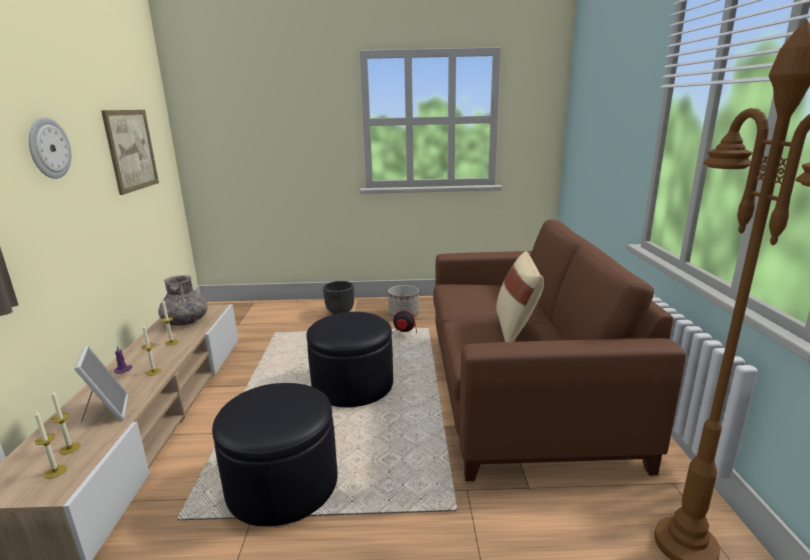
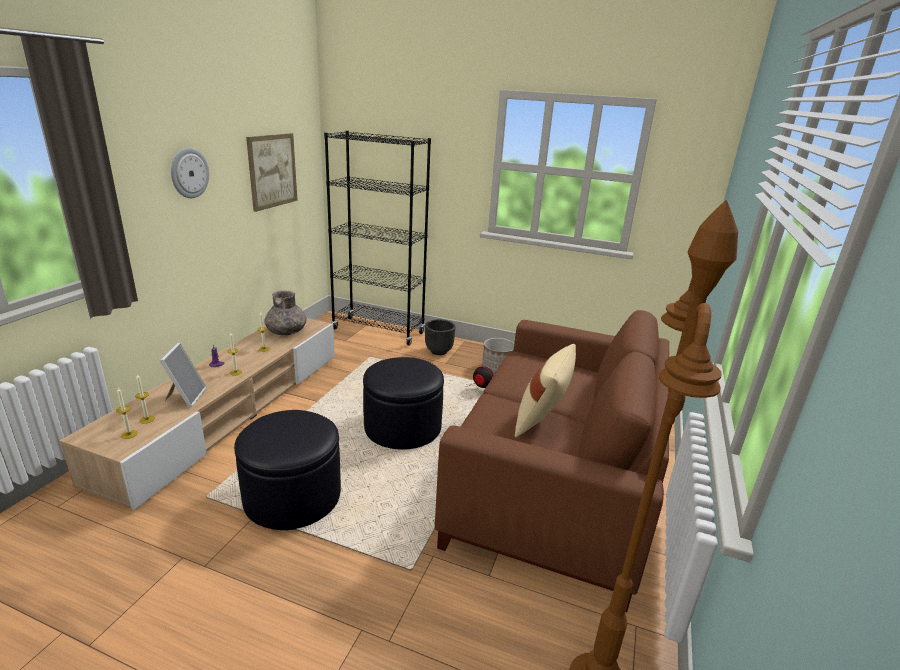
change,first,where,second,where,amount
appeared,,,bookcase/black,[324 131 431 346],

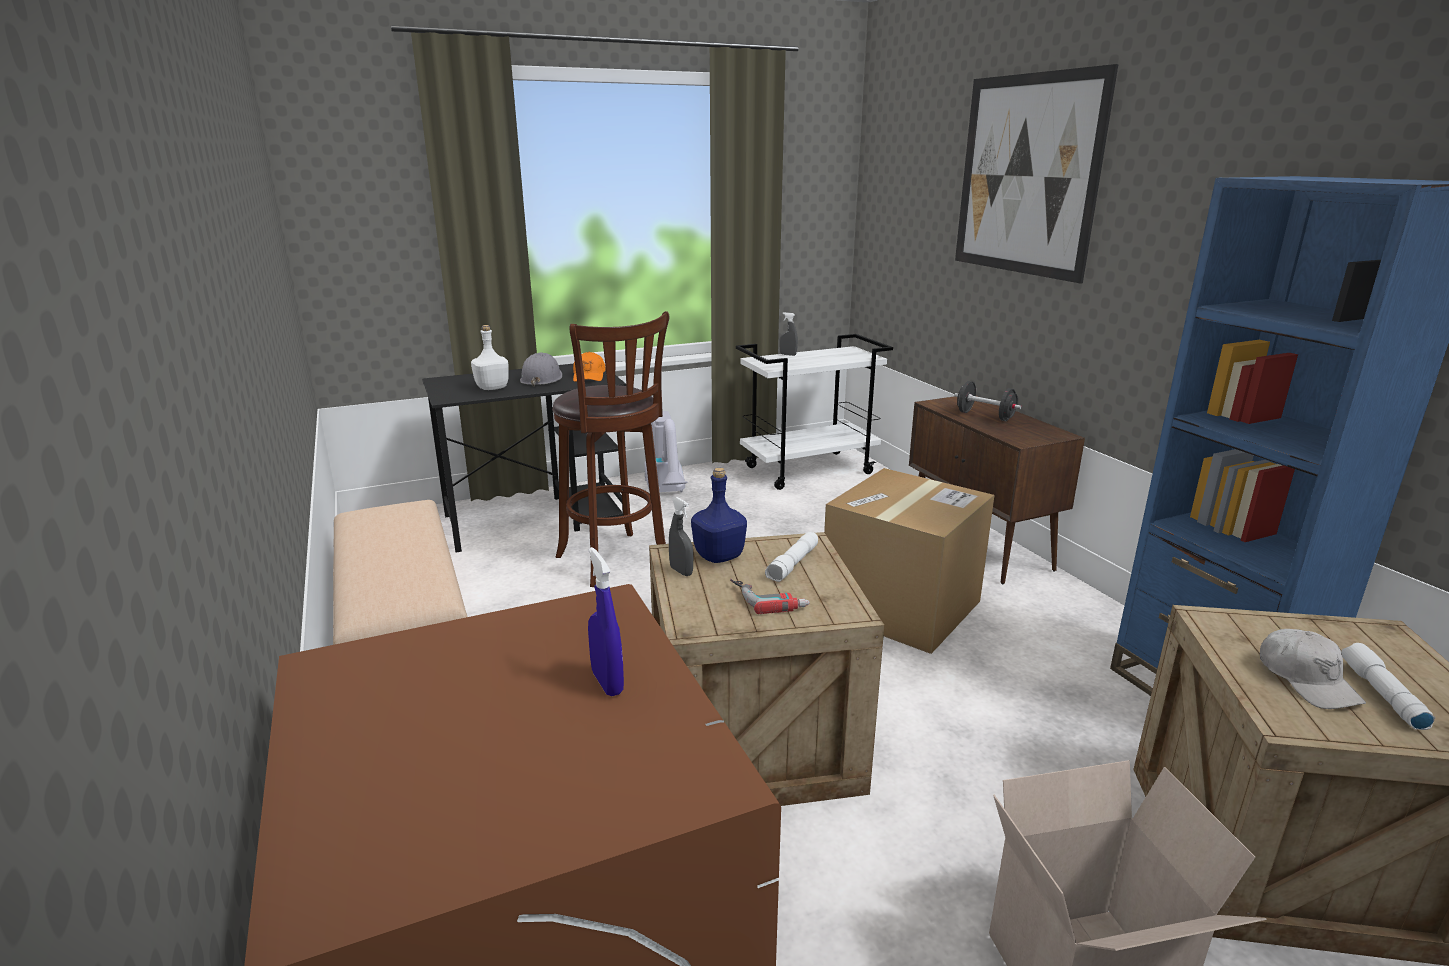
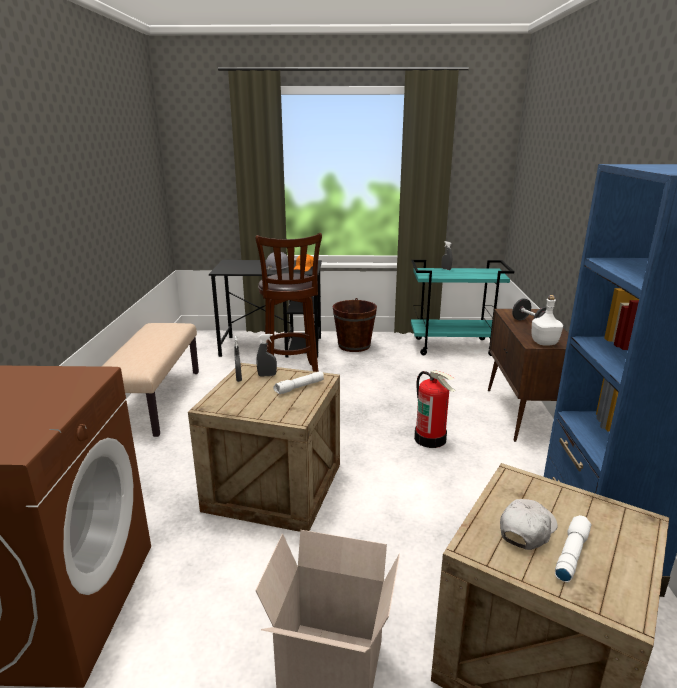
change,first,where,second,where,amount
relocated,bottle/white,[471 325 509 390],,[532 295 563 346],
missing,spray bottle/blue,[588 547 624 696],,,
exchanged,vacuum cleaner,[644 411 687 492],bucket/brown,[333 298 377 352],
exchanged,bottle/blue,[691 468 747 563],spray bottle/grey,[256 334 277 377],
missing,power drill,[730 579 810 614],,,
colour,cart/white,[736 334 893 490],cart/turquoise,[411 260 514 356],
exchanged,cardboard box,[824 468 995 654],fire extinguisher,[414 370 455 448],
missing,picture,[955 64 1118 284],,,
spun,cap/white,[1260 629 1366 709],,[500 499 558 550],150 degrees counterclockwise

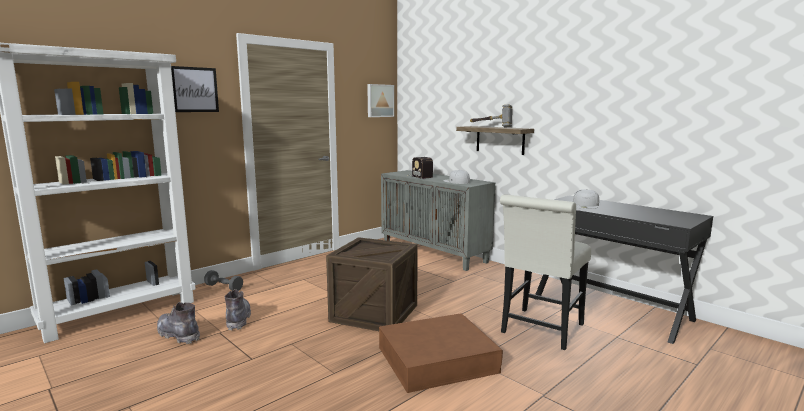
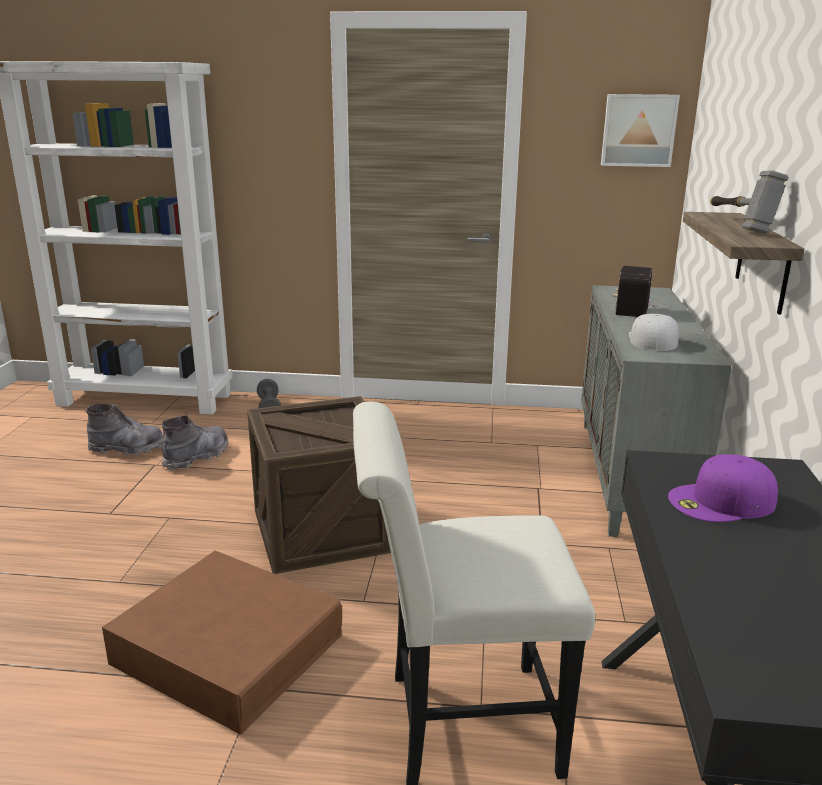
change,first,where,second,where,amount
spun,boot/grey,[157 302 200 344],,[86 404 164 456],90 degrees clockwise
missing,picture,[171 66 219 112],,,
colour,cap/white,[573 189 599 209],cap/purple,[668 454 778 522],

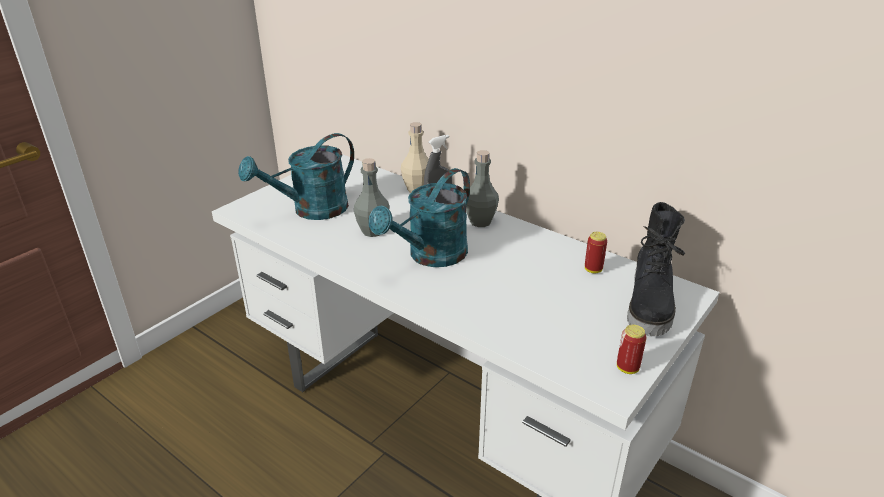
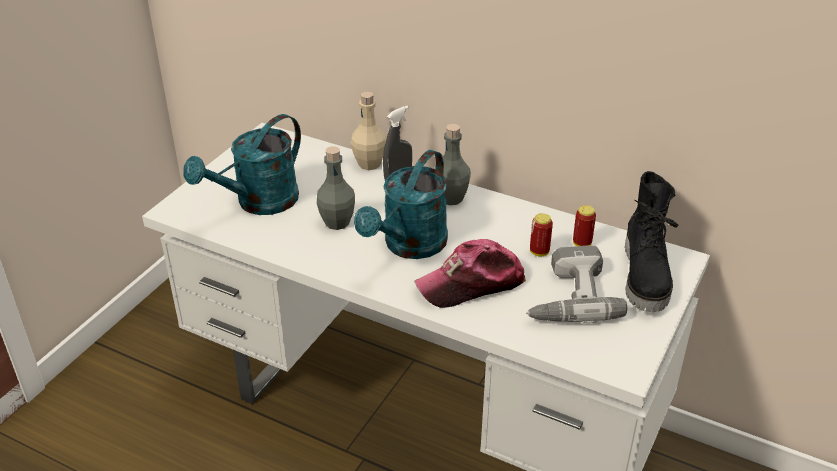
change,first,where,second,where,amount
relocated,can,[617 325 646 374],,[530 213 553 256],
appeared,,,cap,[414 239 526 308],
appeared,,,power drill,[526 246 627 323],

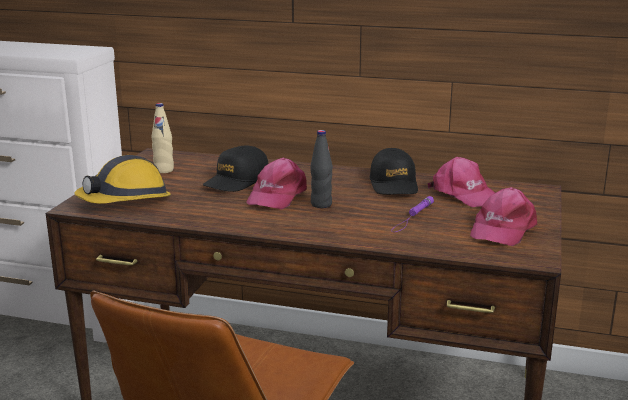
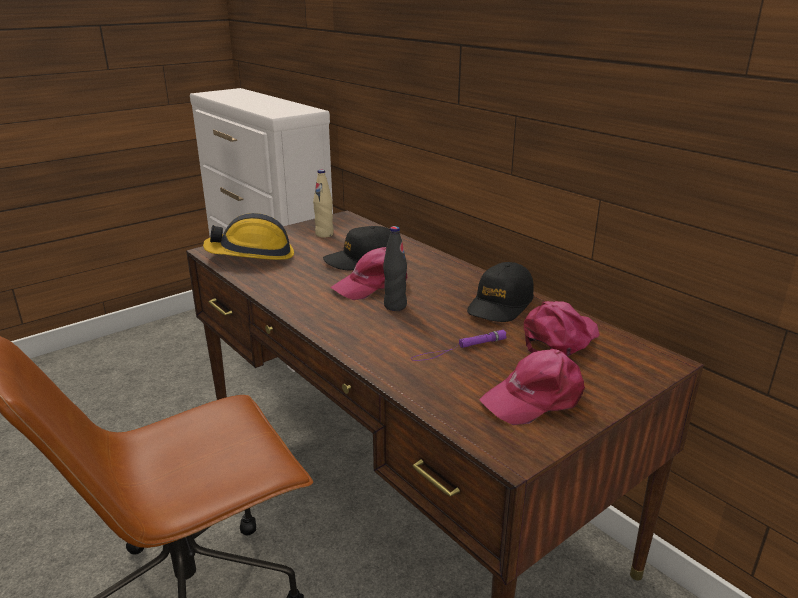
change,first,where,second,where,amount
spun,cap/pink,[428 157 495 207],,[524 301 600 356],135 degrees counterclockwise

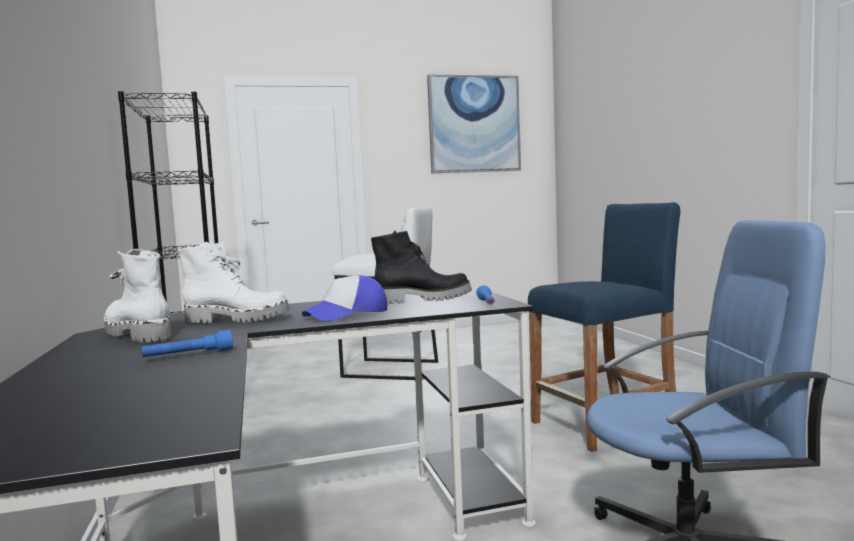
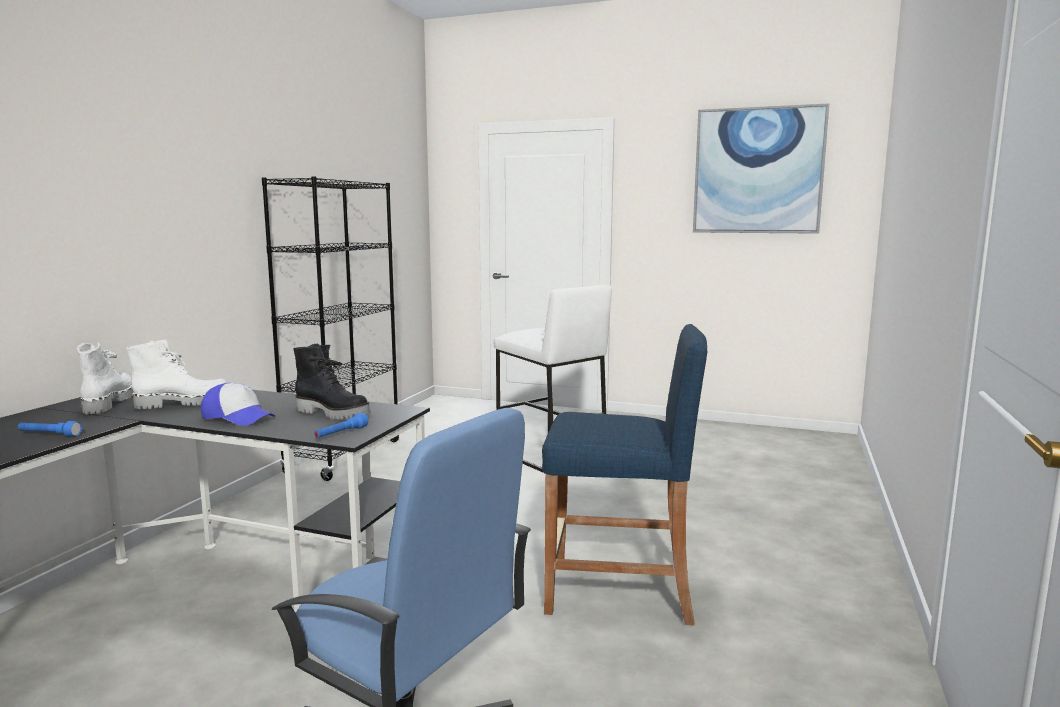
change,first,where,second,where,amount
spun,boot/white,[178 242 290 323],,[126 339 226 409],60 degrees counterclockwise
spun,cap,[302 275 387 321],,[201 383 275 426],150 degrees counterclockwise

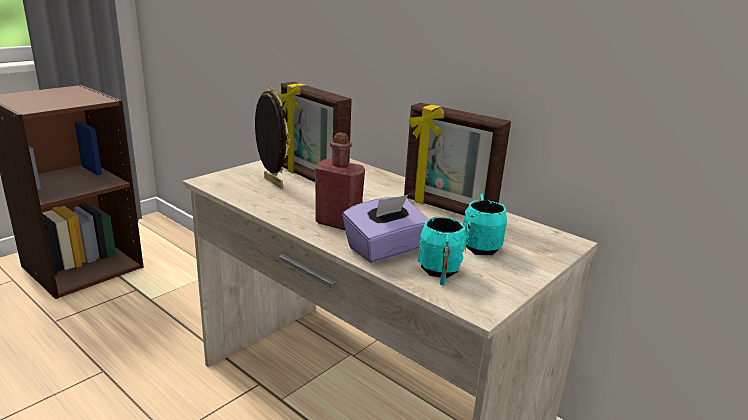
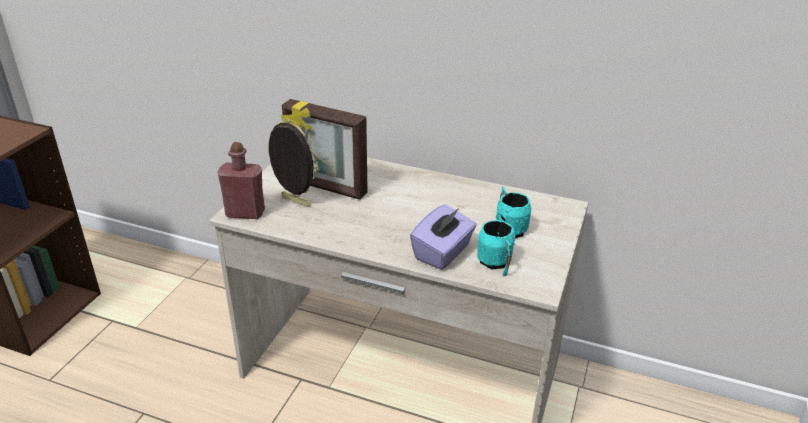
change,first,where,second,where,amount
relocated,bottle/red,[315 132 365 230],,[217 142 265 219],
missing,picture frame,[404 103 511 216],,,

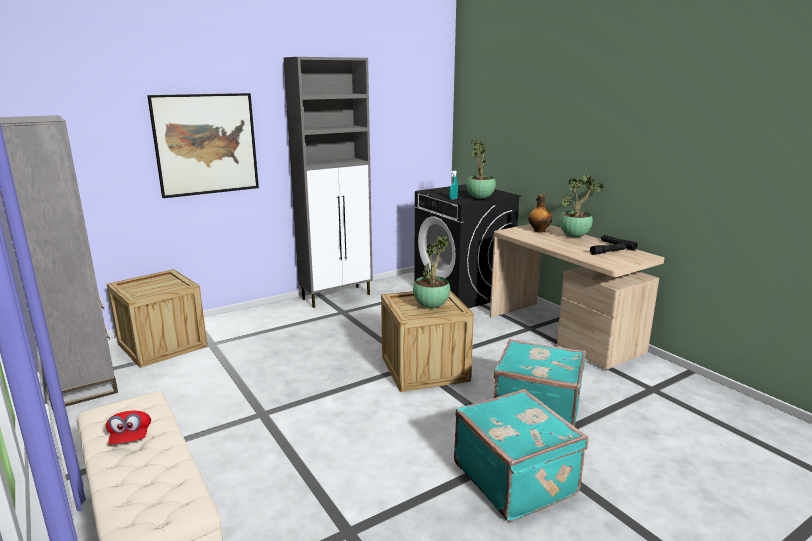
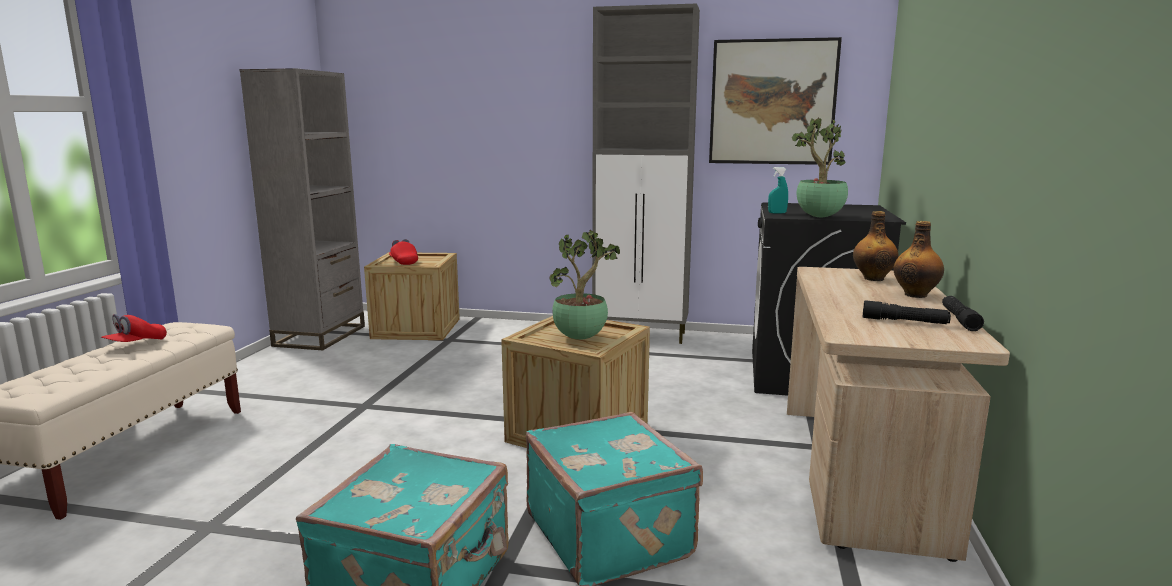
change,first,where,second,where,amount
relocated,picture,[147 93 259 198],,[709 37 842 165],
exchanged,potted plant,[559 174 603 237],bottle,[893 221 944 298],
appeared,,,cap/red,[389 239 418 265],

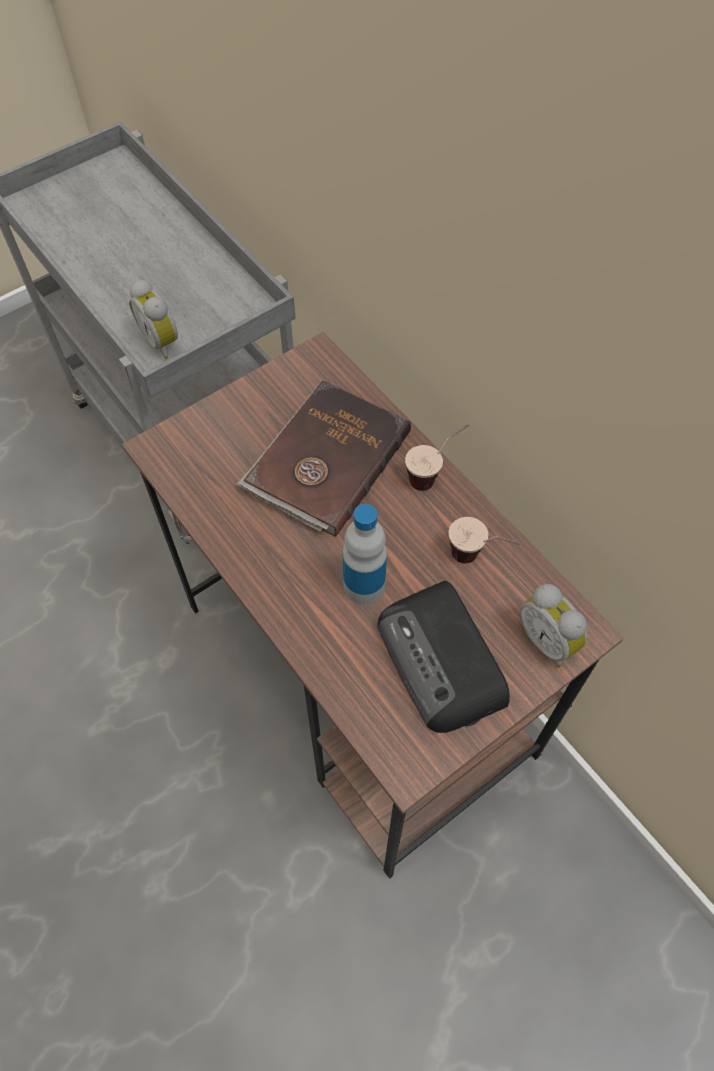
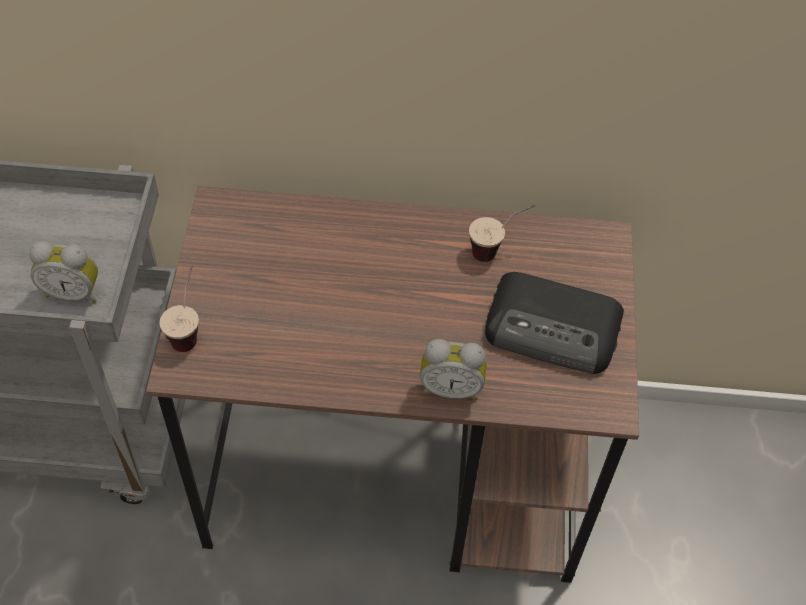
change,first,where,second,where,amount
missing,book/brown,[236 381 411 537],,,
missing,bottle,[343 504 387 605],,,
relocated,cup,[405 424 469 491],,[159 265 199 352],
relocated,alarm clock,[520 584 588 668],,[420 339 486 400],

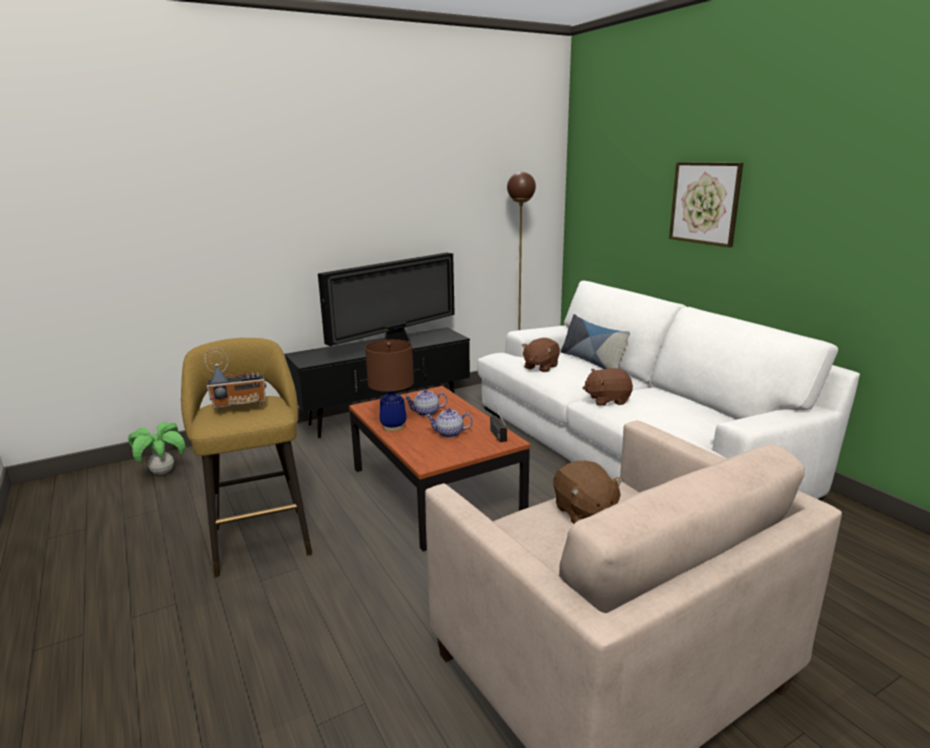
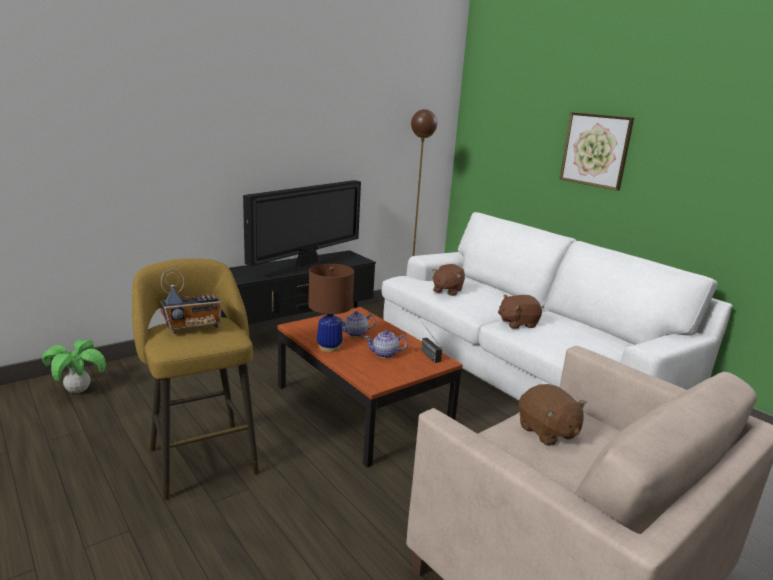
change,first,where,second,where,amount
missing,pillow,[561 314 630 369],,,

